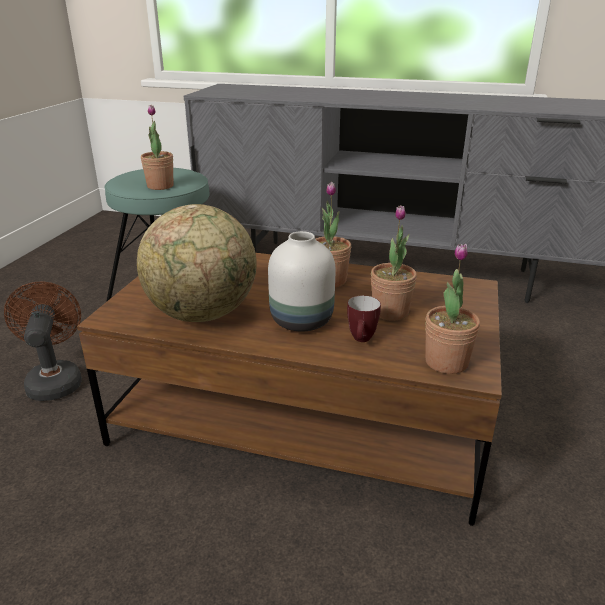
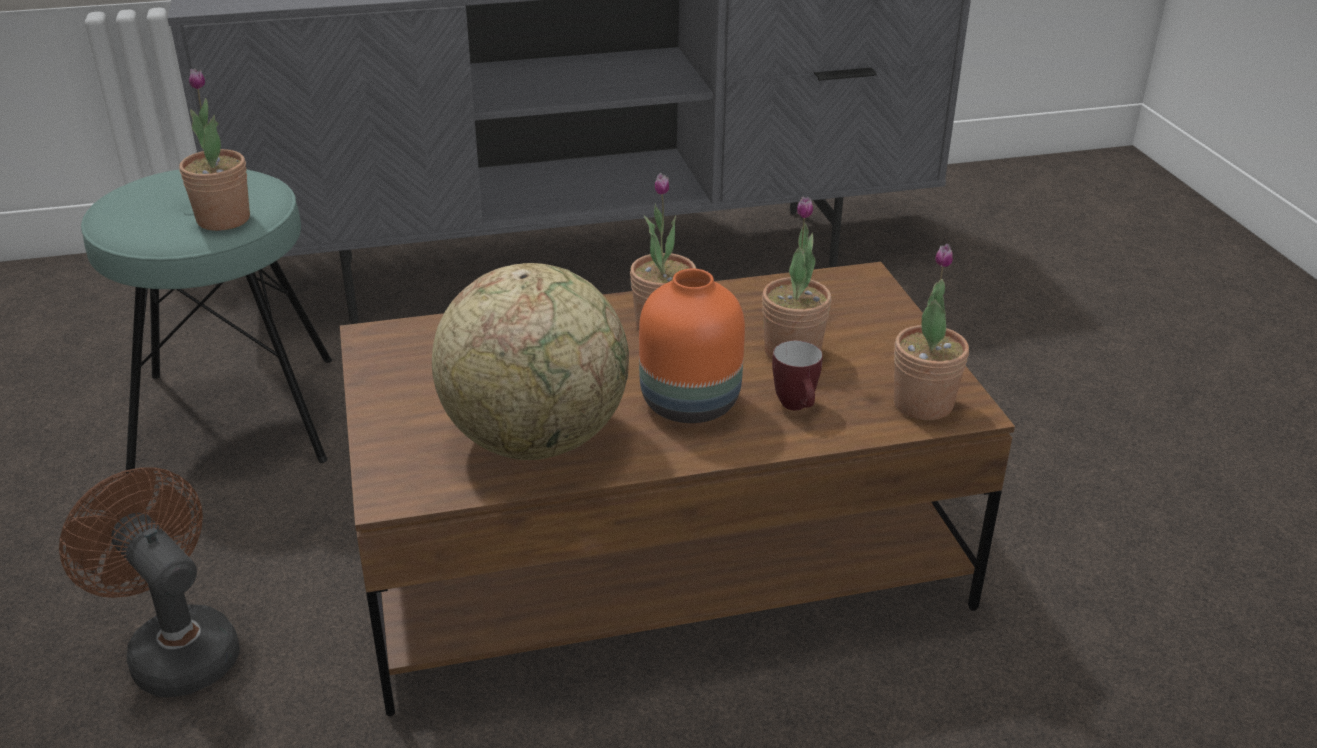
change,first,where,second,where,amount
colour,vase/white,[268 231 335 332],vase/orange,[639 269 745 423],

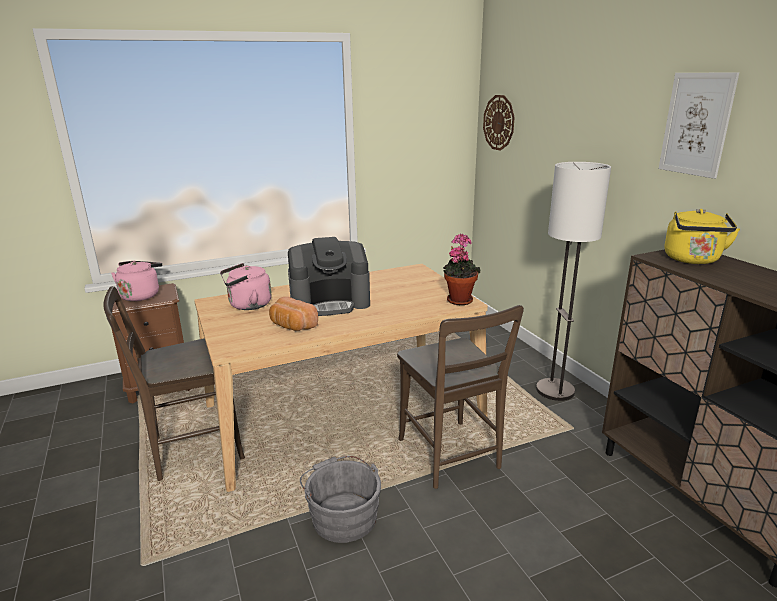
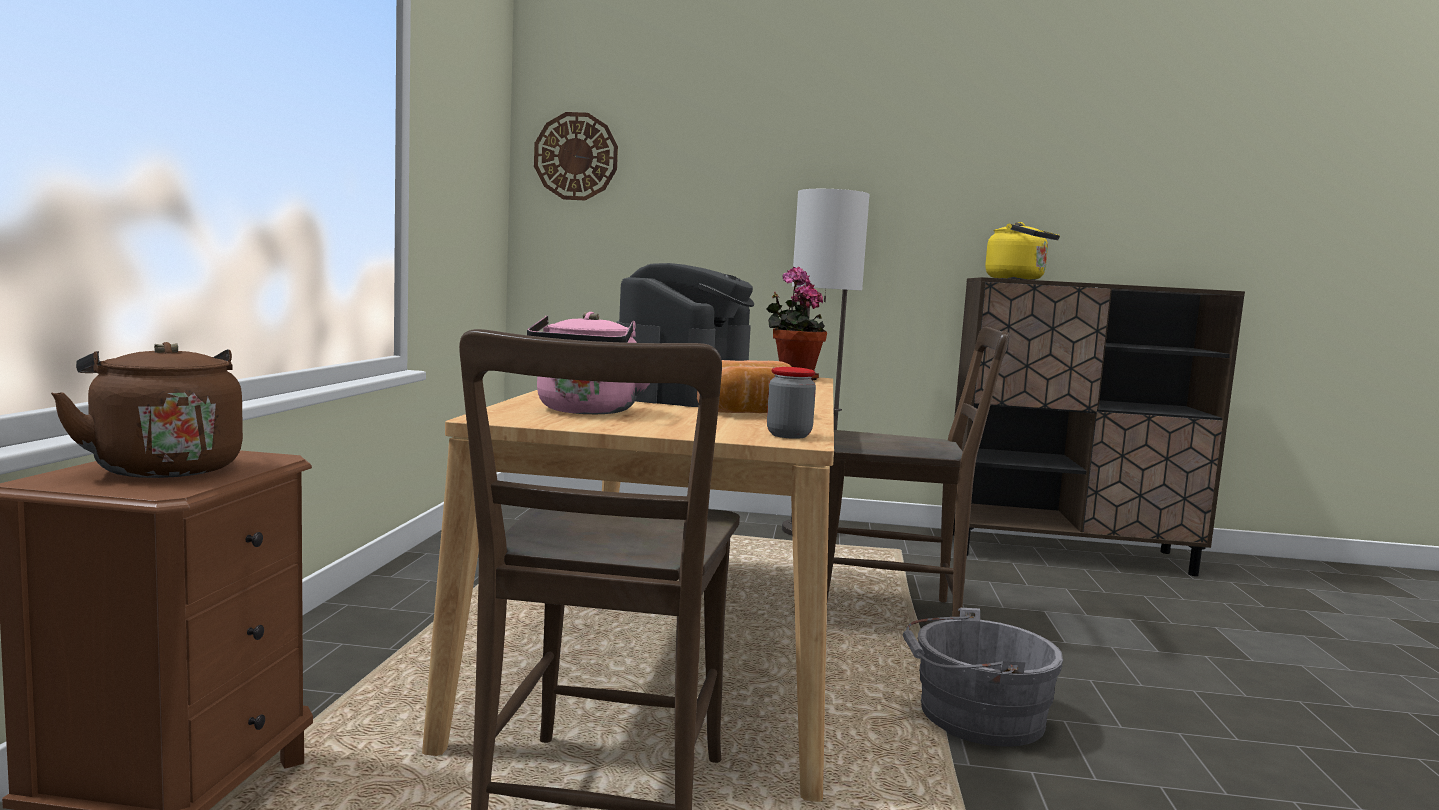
change,first,where,second,where,amount
colour,kettle/pink,[111 261 162 301],kettle/brown,[51 342 243 478],
missing,picture,[659 72 739 179],,,
appeared,,,jar,[767 367 816 439],

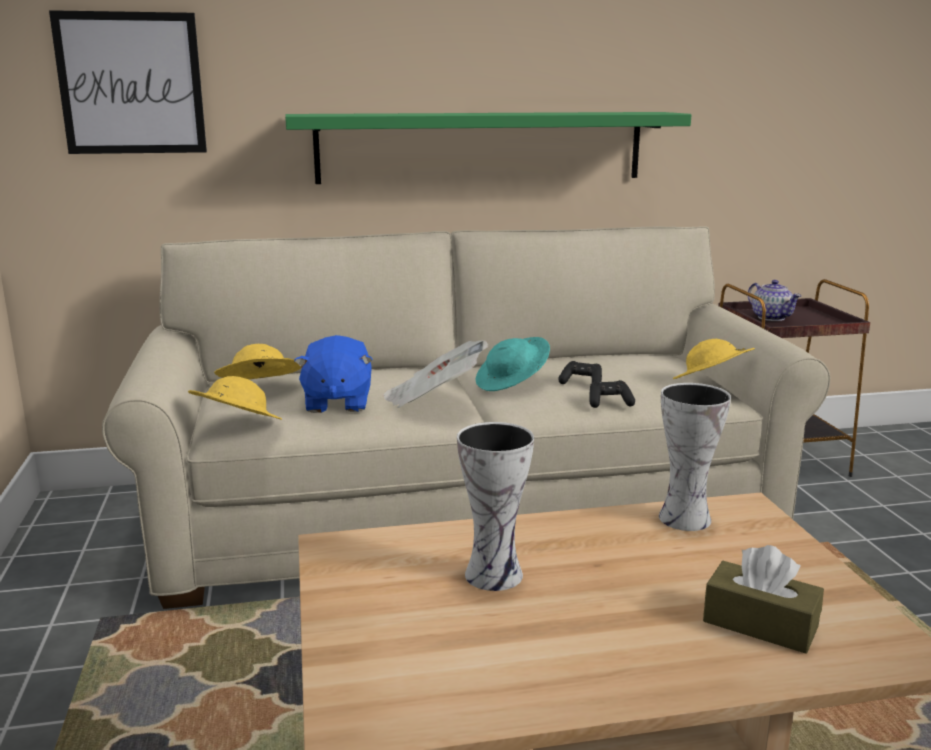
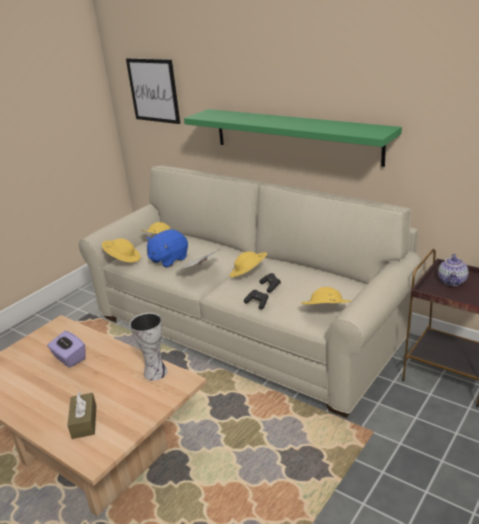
change,first,where,second,where,amount
exchanged,vase,[457 422 534 591],tissue box/purple,[47 331 86 368],
colour,hat/turquoise,[476 337 550 391],hat/yellow,[230 252 267 277],

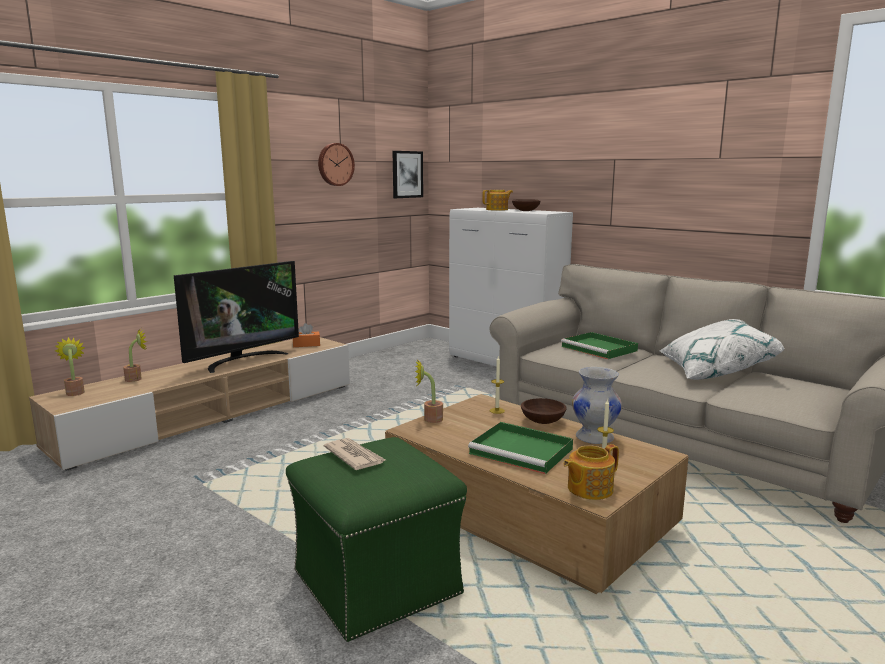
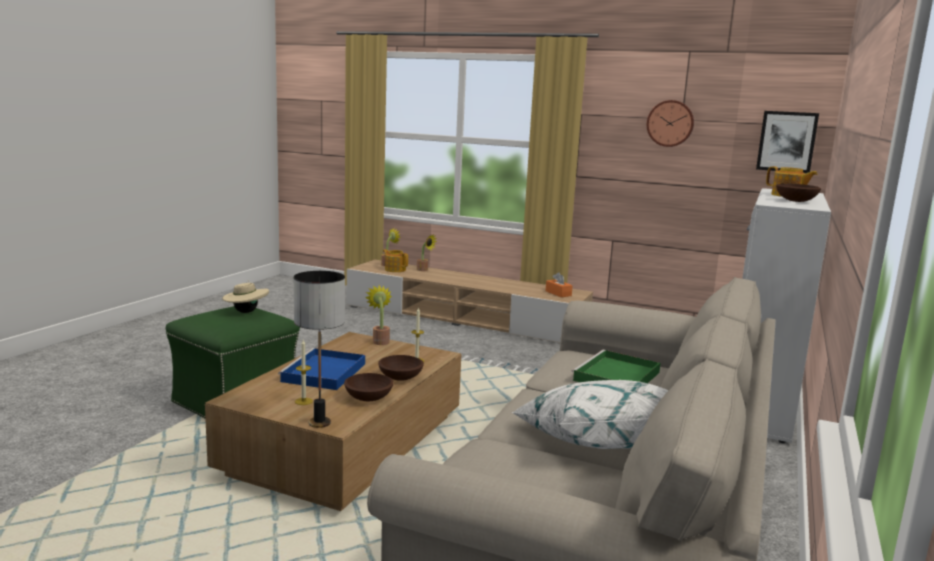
change,first,where,second,where,amount
missing,television,[174 261 299 373],,,
exchanged,newspaper,[324 438 386 470],hat/beige,[222 280 269 313],
colour,tray/green,[468 422 573 474],tray/blue,[278 348 365 390],
relocated,teapot,[563 444 619 500],,[383 249 408 272],
exchanged,vase/white,[572 367 622 444],bowl/brown,[344 373 393 401],
appeared,,,table lamp,[294 271 345 428],

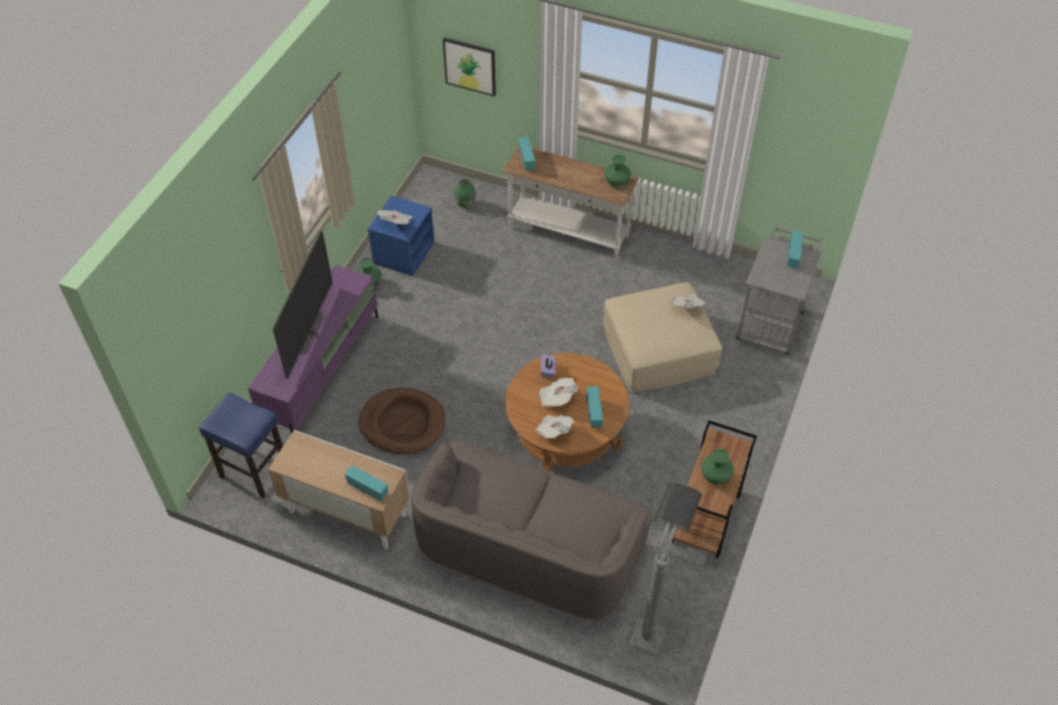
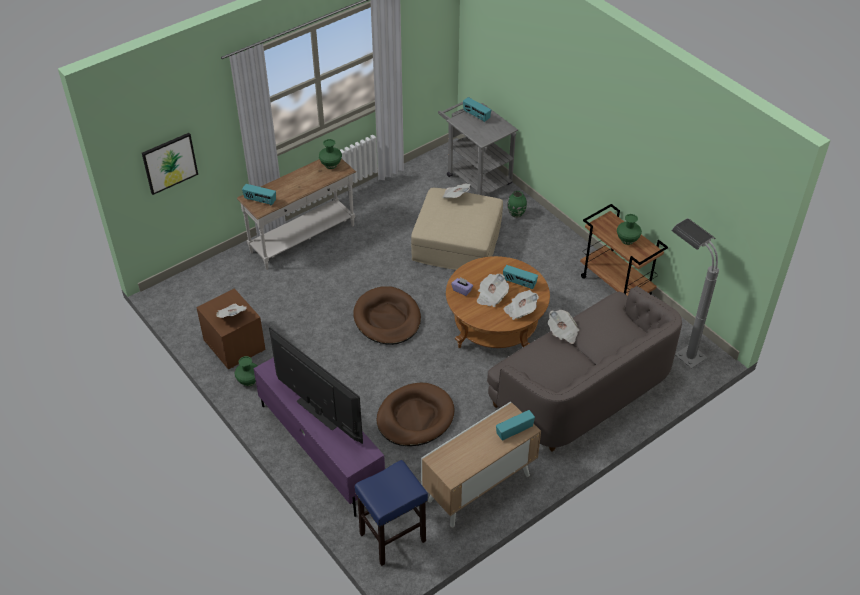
change,first,where,second,where,amount
colour,nightstand/blue,[368 196 434 276],nightstand/brown,[196 288 266 370],
relocated,vase/green,[454 179 475 209],,[507 191 527 218],
appeared,,,dog bed/brown,[353 286 421 345],
appeared,,,newspaper,[548 310 580 344],

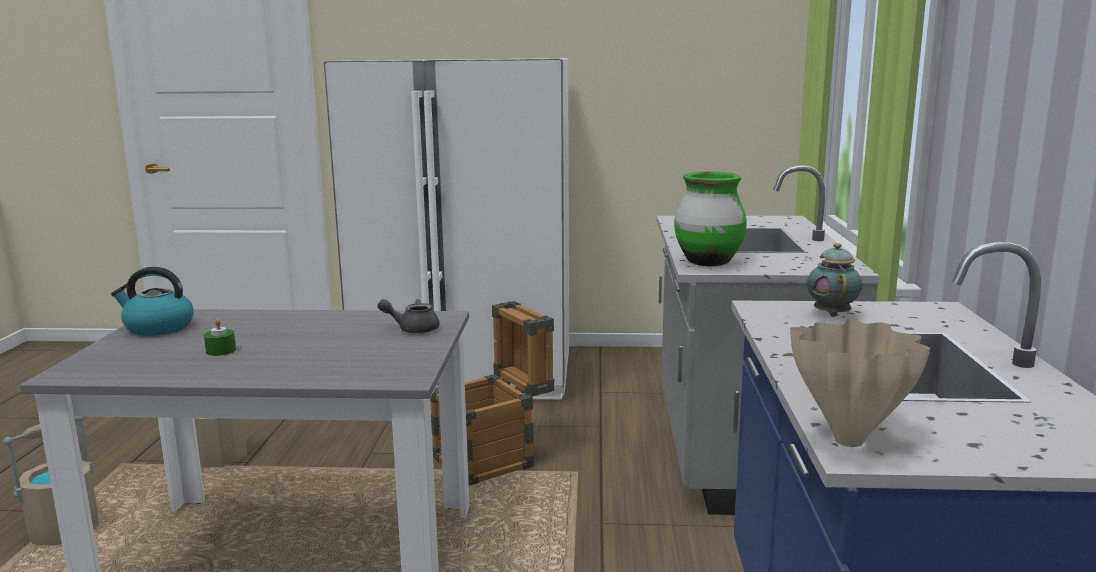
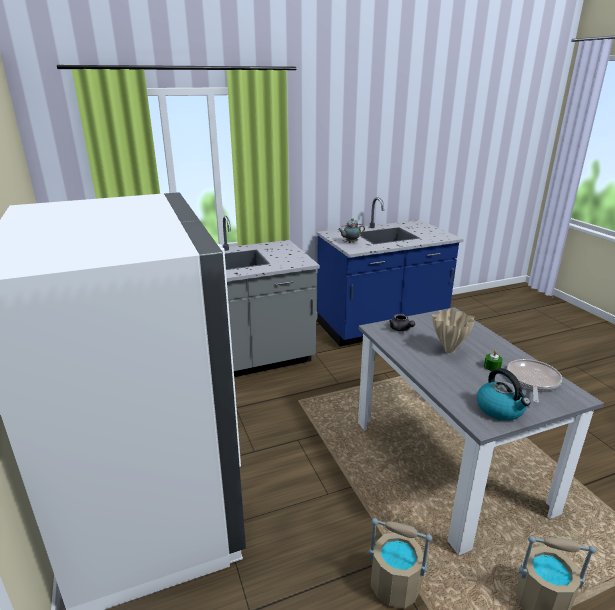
change,first,where,second,where,amount
missing,crate,[430 301 554 486],,,
missing,vase/green,[674 172 747 266],,,
relocated,vase/beige,[790 319 930 447],,[432 309 474 353],
appeared,,,frying pan,[507 359 562 403],

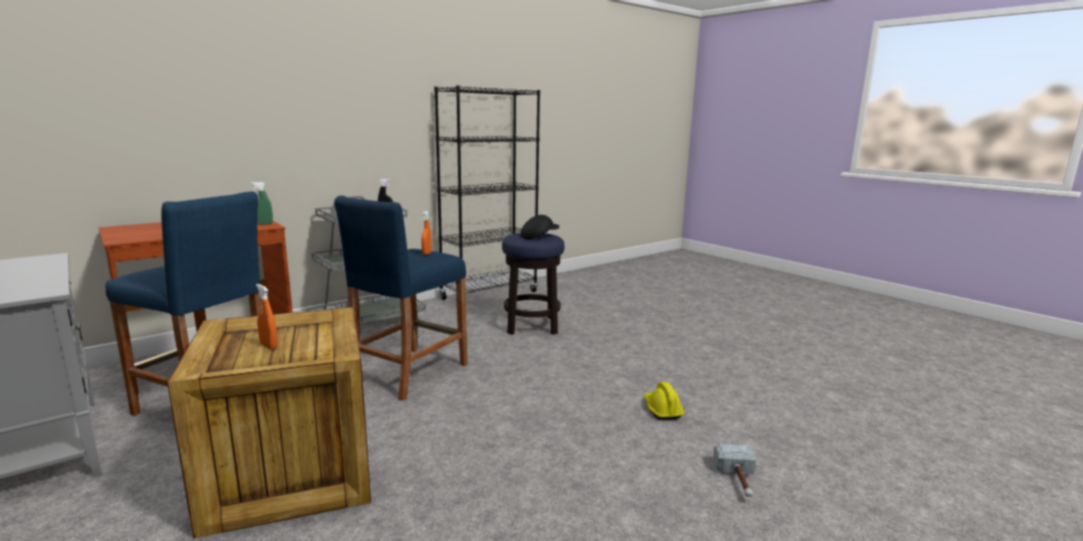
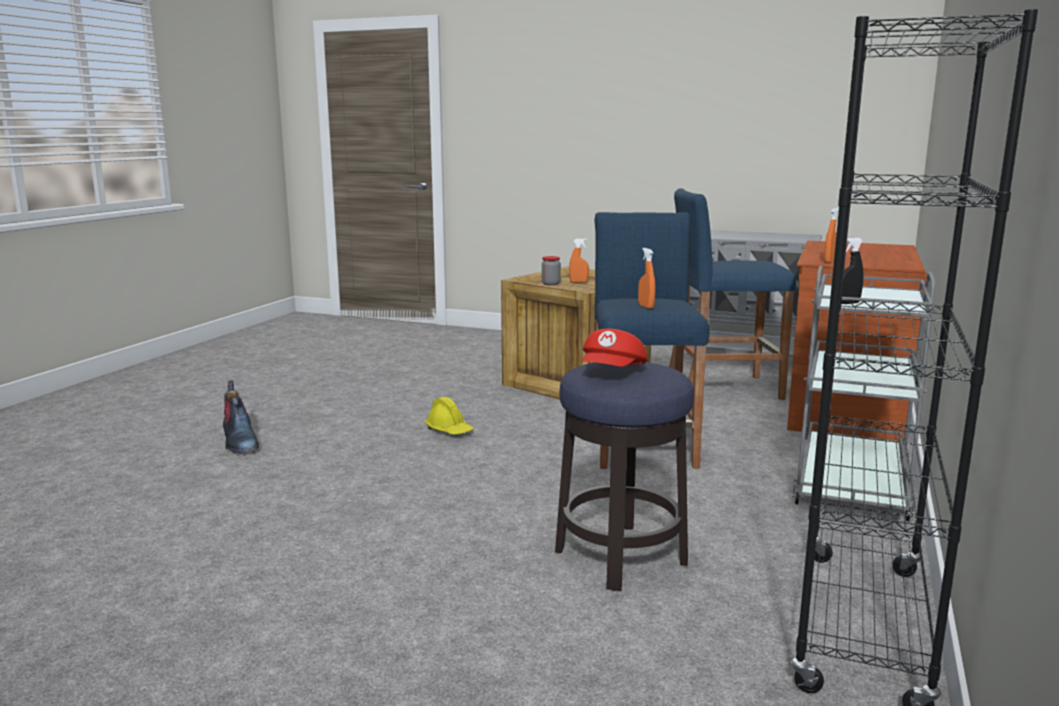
change,first,where,second,where,amount
colour,spray bottle/green,[251 182 273 225],spray bottle/orange,[824 208 839 263],
colour,cap/black,[521 215 559 239],cap/red,[581 329 648 367],
relocated,hard hat/yellow,[644 382 684 420],,[424 397 474 434],
exchanged,hammer,[713 444 756 497],boot,[223 380 259 454],
appeared,,,jar,[542 256 561 286],

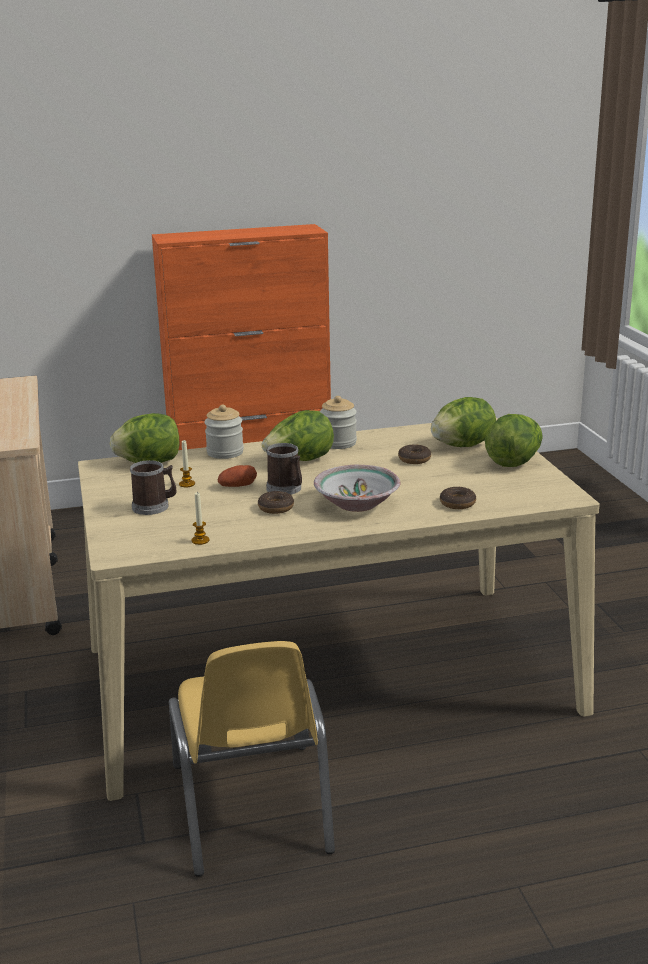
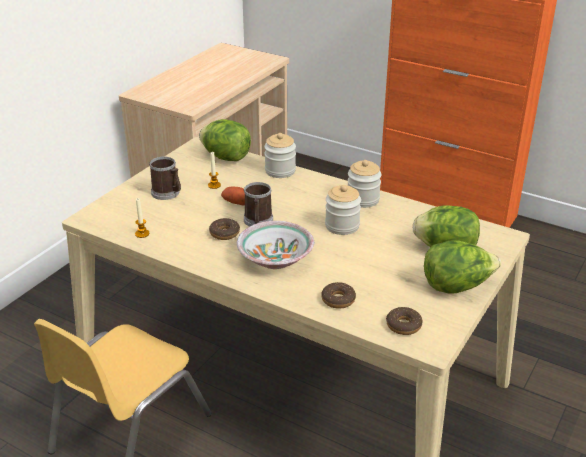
change,first,where,second,where,amount
missing,lettuce,[261 410 334 461],,,
relocated,donut,[398 444 431 464],,[386 307 423 335],
appeared,,,jar,[325 185 361 235],

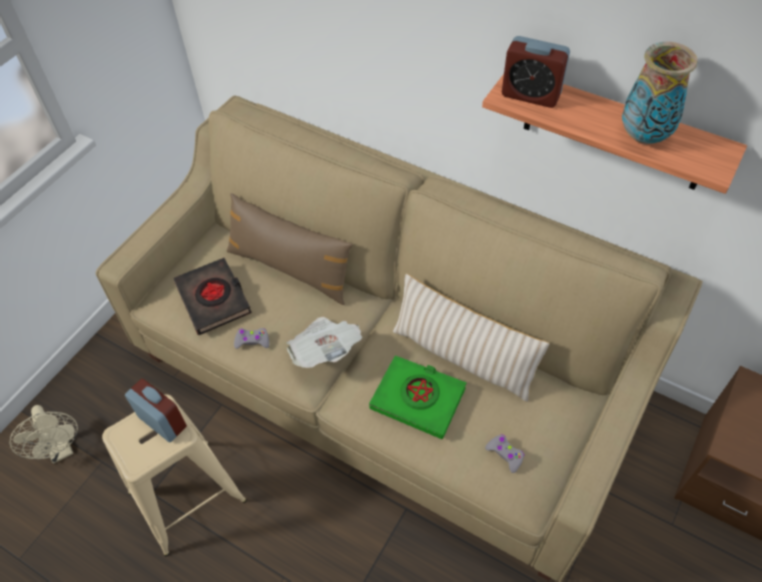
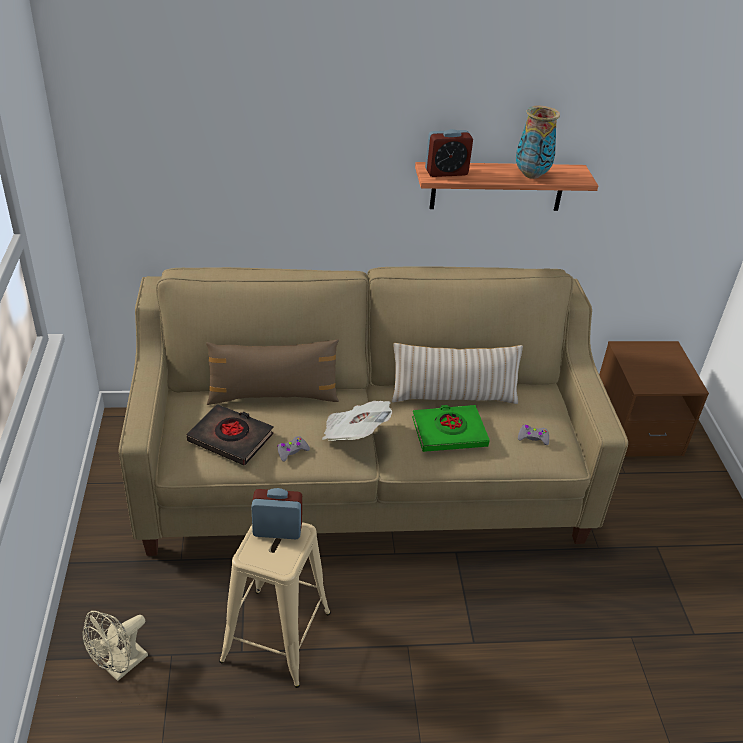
change,first,where,second,where,amount
spun,fan/beige,[10 405 78 464],,[82 611 148 681],105 degrees clockwise

